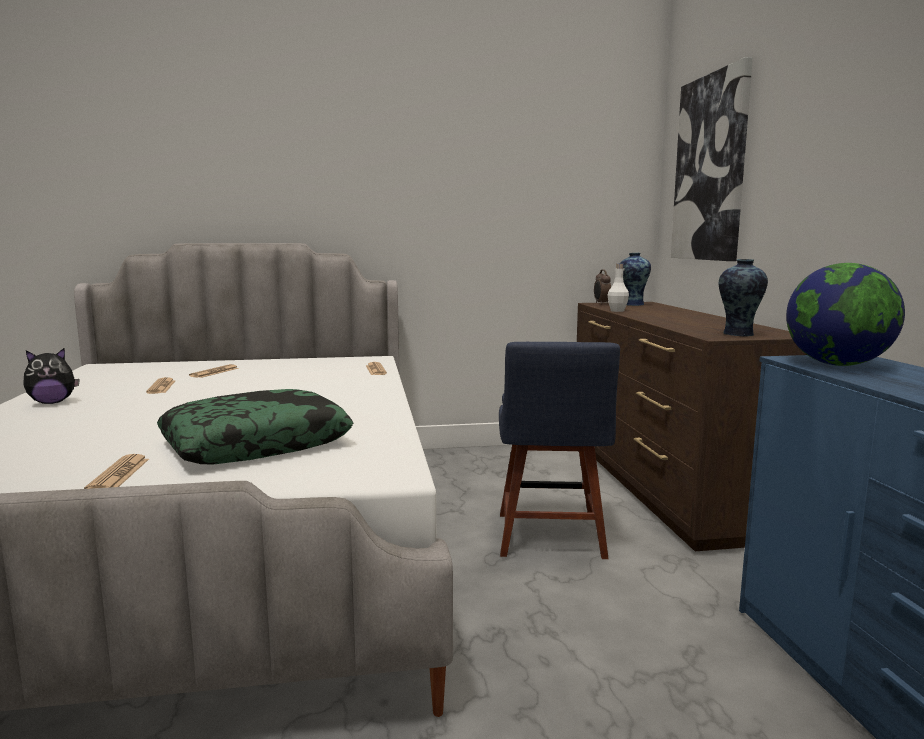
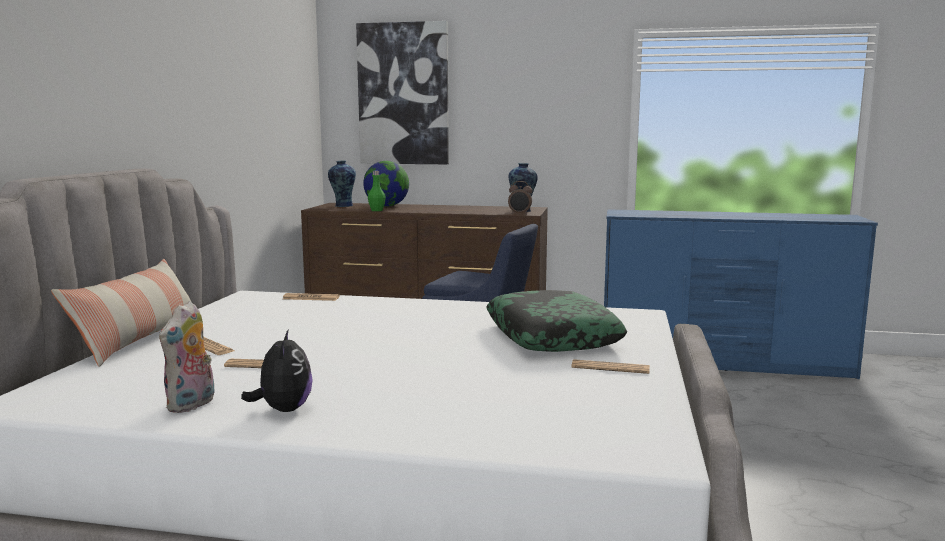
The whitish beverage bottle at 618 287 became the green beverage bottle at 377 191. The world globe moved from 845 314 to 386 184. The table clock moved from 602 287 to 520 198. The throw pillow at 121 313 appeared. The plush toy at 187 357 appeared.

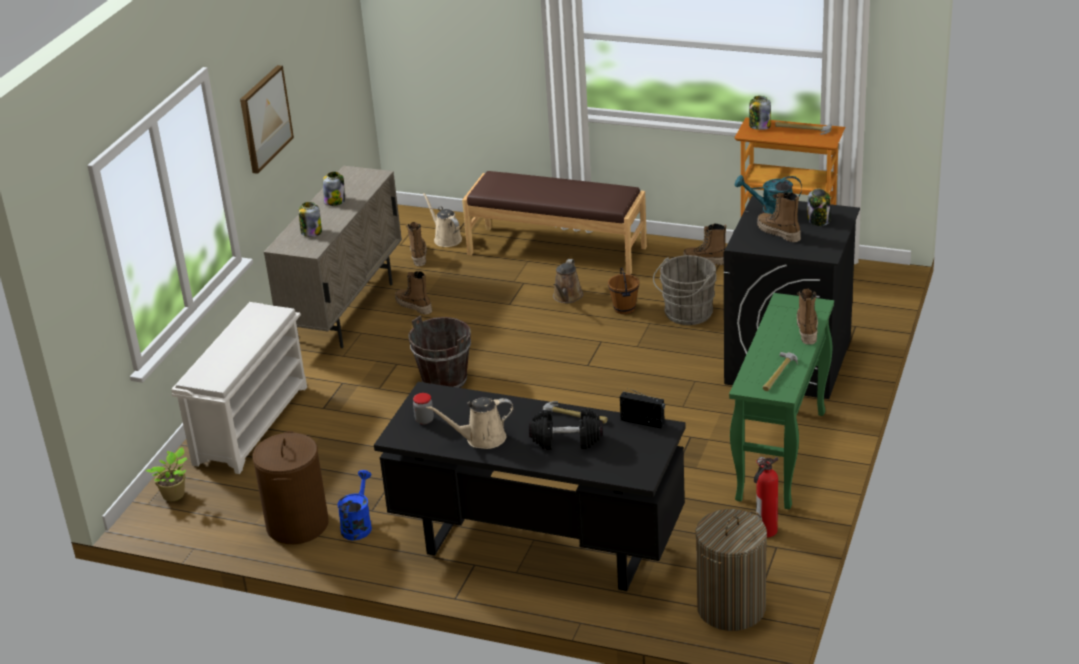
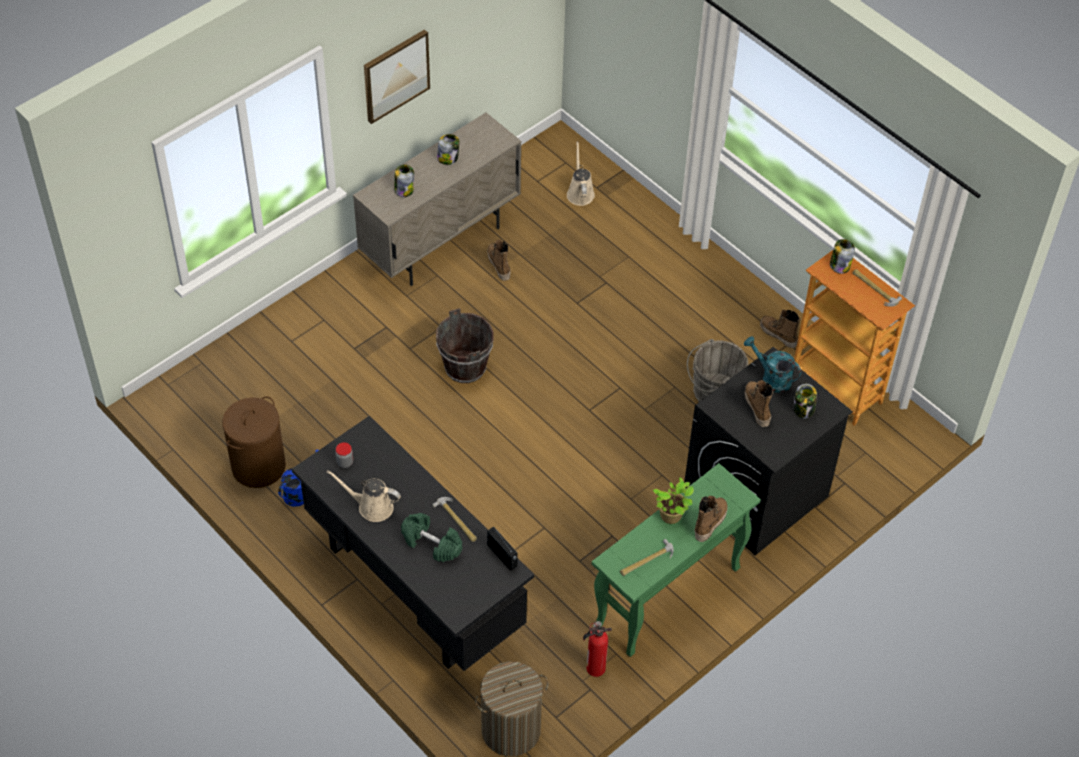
The brown long seat at 554 223 disappeared. The high-top boot at 416 244 disappeared. The brown sprinkling can at 568 281 disappeared. The brown bucket at 623 291 disappeared. The whitish shoe stand at 239 388 disappeared. The black-coloured dumbbell at 566 429 became the green dumbbell at 432 537. The houseplant moved from 166 474 to 673 500.

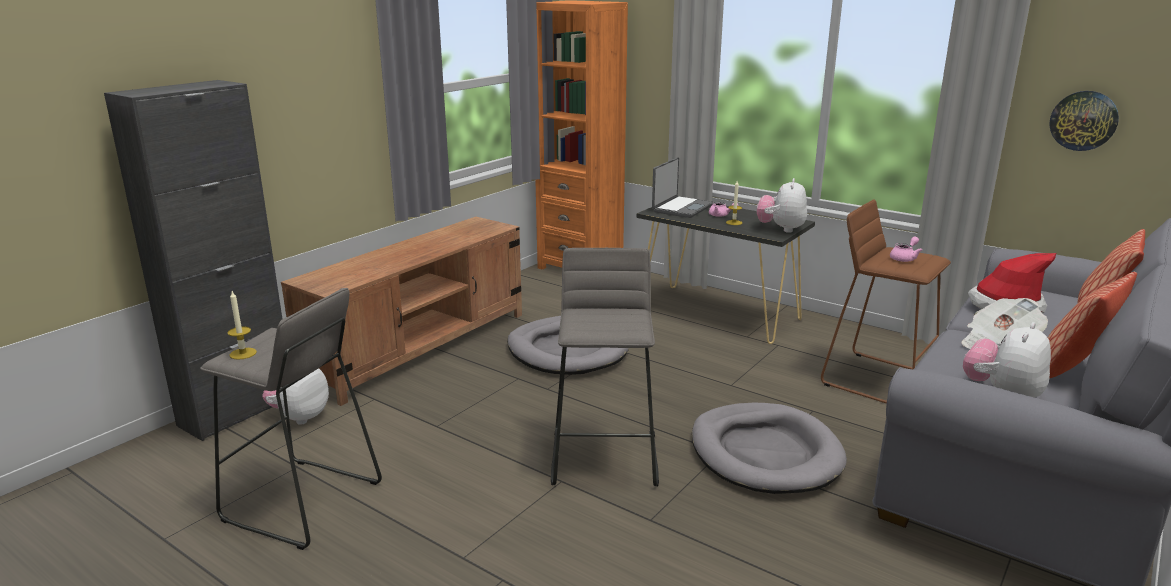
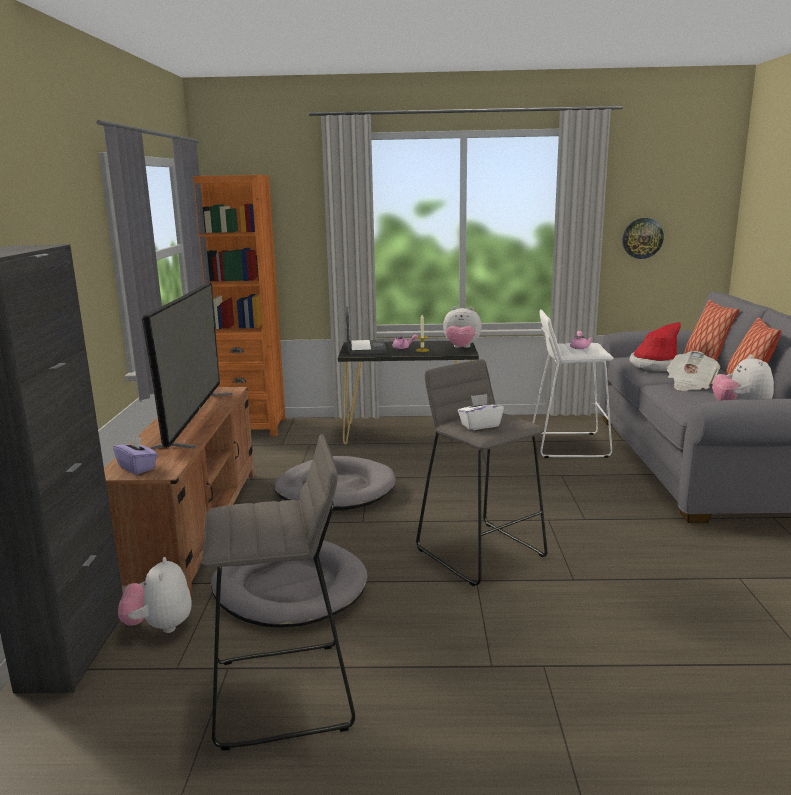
The plush toy at 782 205 turned 60 degrees counterclockwise. The brown sitting stool at 886 301 became the whitish sitting stool at 573 384. The wax candle at 242 325 disappeared. The greyish dog cushion moved from 769 448 to 289 584. The television at 187 366 appeared. The whitish tissue holder at 481 412 appeared. The purple tissue holder at 135 455 appeared.

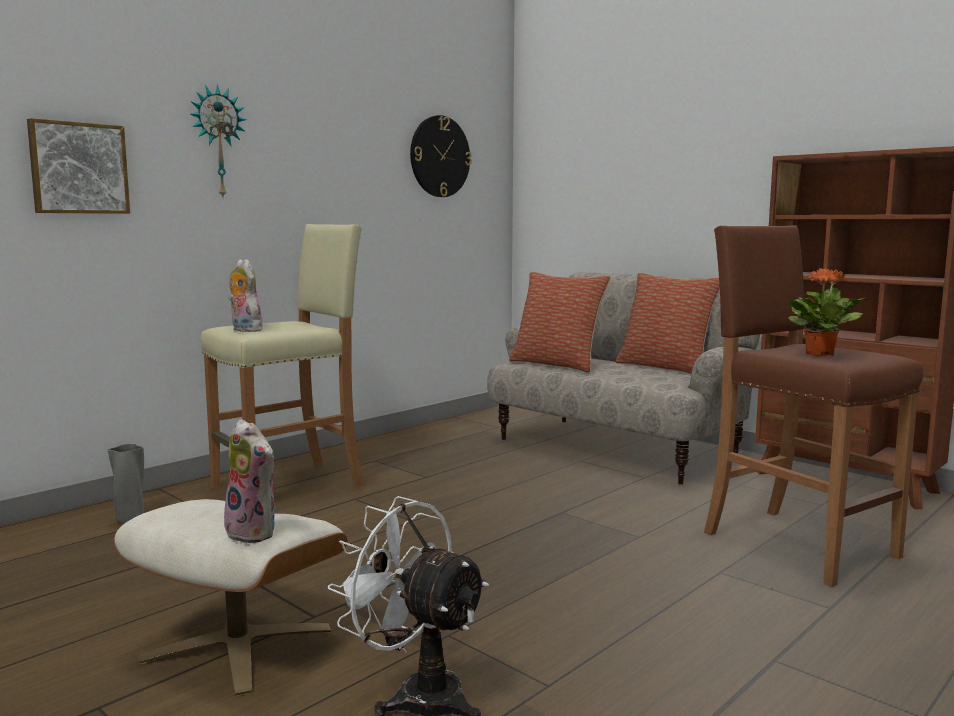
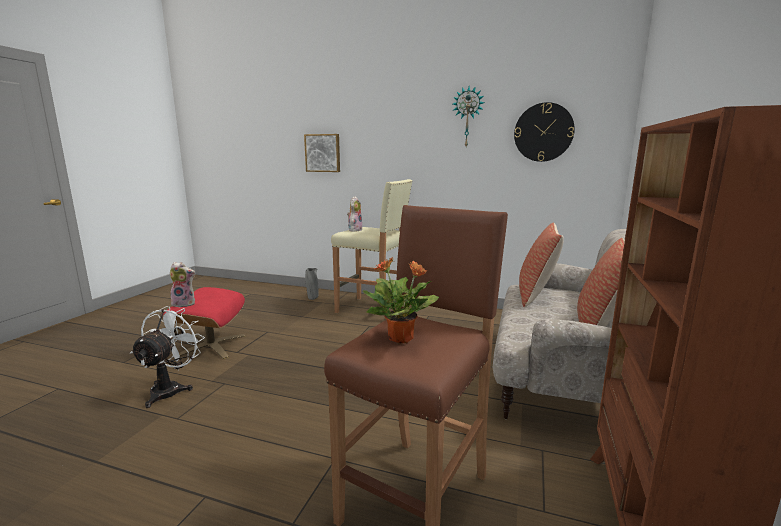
The clock on the wall moved from 218 140 to 469 116. The plush toy at 249 481 turned 105 degrees counterclockwise. The beige-coloured pouffe at 230 597 became the red pouffe at 204 323.

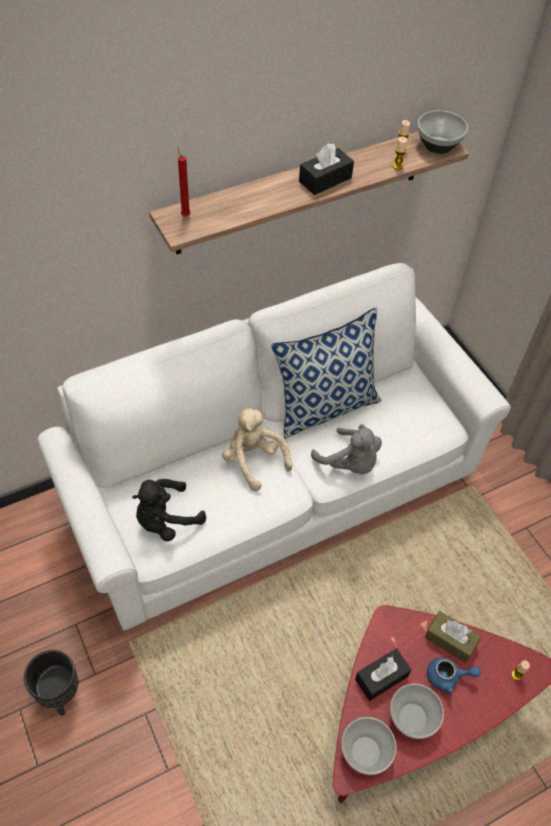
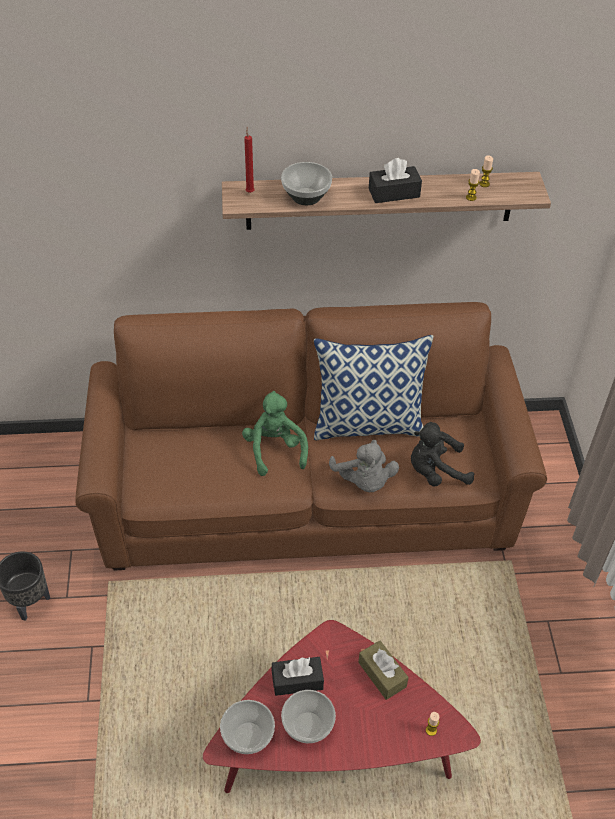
The serving bowl moved from 442 132 to 306 183. The whitish couch at 274 447 became the brown couch at 311 436. The beige-coloured plush toy at 257 449 became the green plush toy at 275 433. The black-coloured plush toy moved from 169 510 to 442 454. The blue-coloured tea pot at 454 675 disappeared.

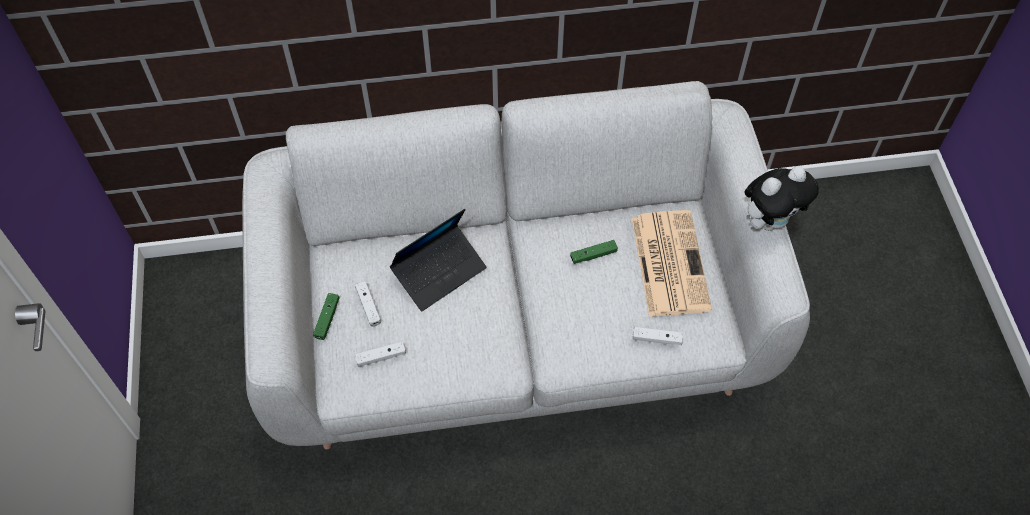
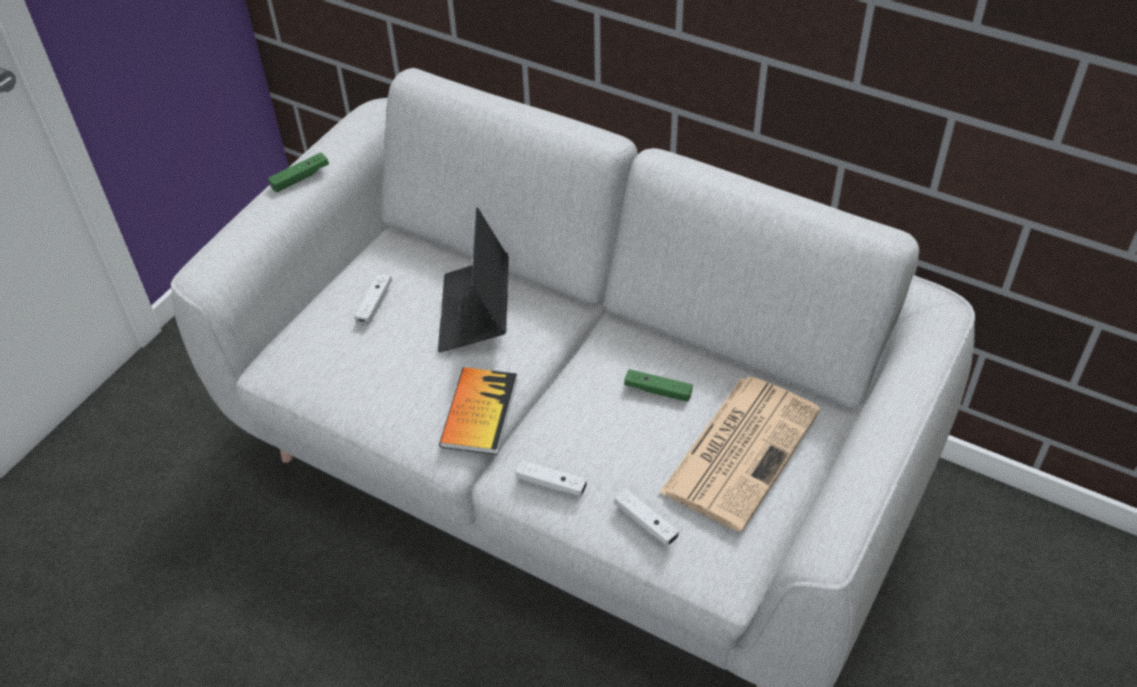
The plush toy at 781 198 disappeared. The notebook computer at 438 260 turned 90 degrees clockwise. The green joypad moved from 326 316 to 298 172. The whitish joypad moved from 380 354 to 551 478. The volume at 478 411 appeared.

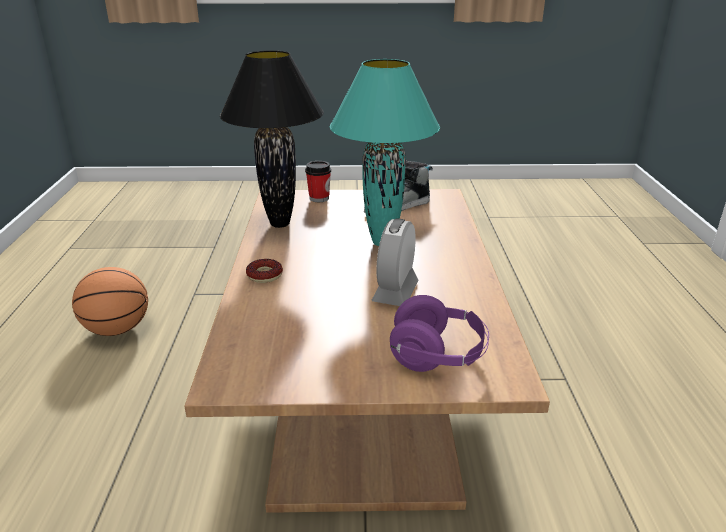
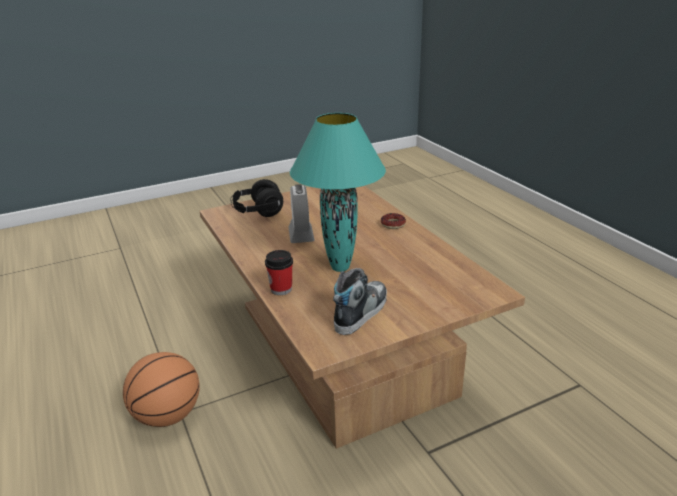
The black-coloured tabletop lamp at 272 139 disappeared. The small cup moved from 318 181 to 279 272. The basketball ball moved from 110 301 to 161 389. The purple pair of headphones at 439 333 became the black-coloured pair of headphones at 256 198.

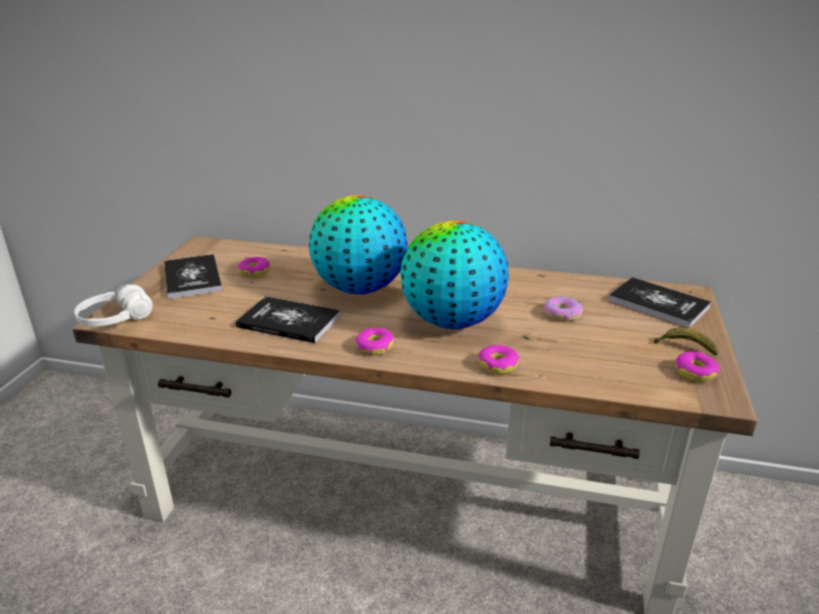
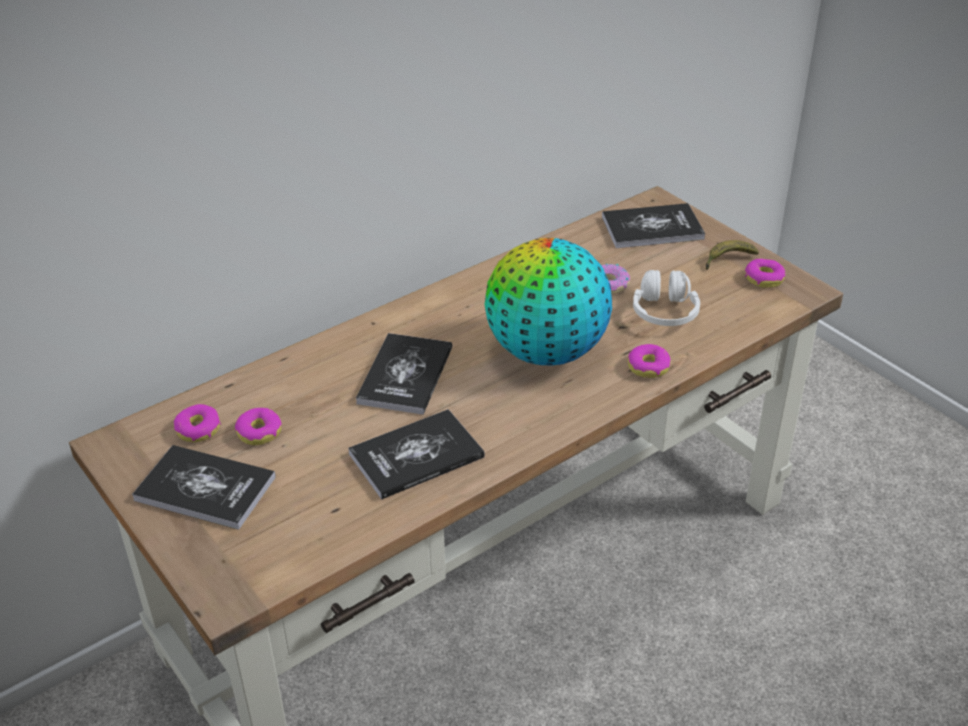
The world globe at 358 244 was replaced by the volume at 404 374. The whitish pair of headphones moved from 113 305 to 666 298. The donut moved from 374 341 to 197 423.

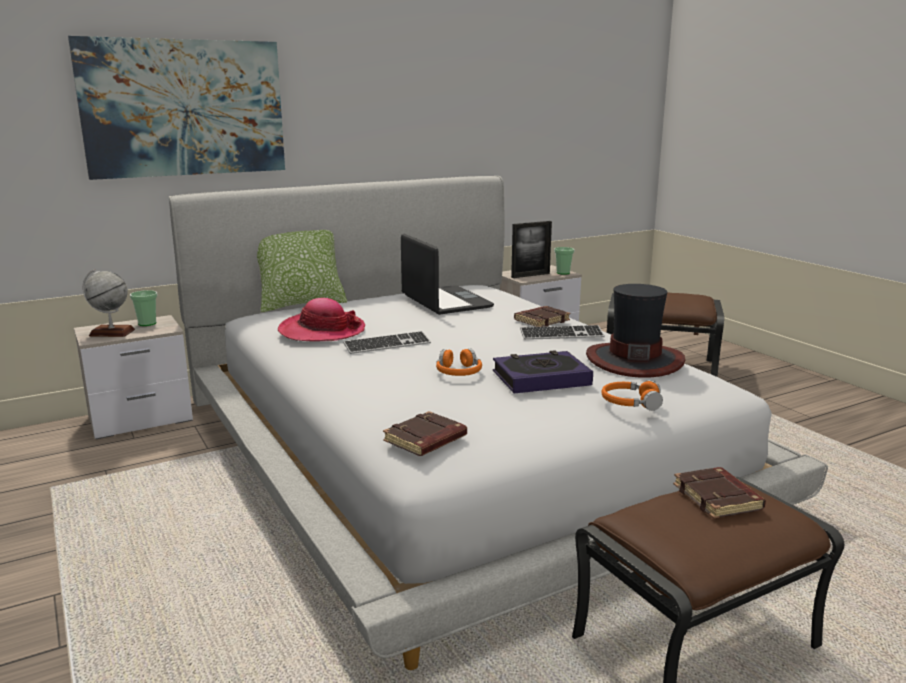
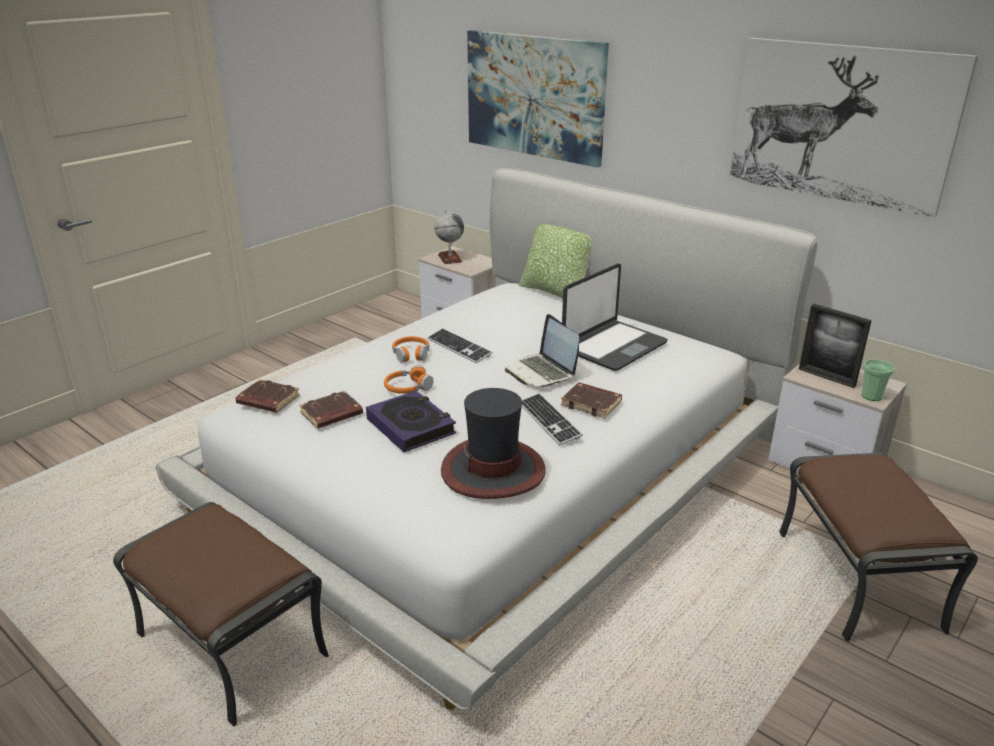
The small cup at 143 308 disappeared. The clothing hat at 321 319 disappeared. The orange-coloured pair of headphones moved from 632 395 to 410 349. The brown volume moved from 719 493 to 331 410. The wall picture at 853 128 appeared. The notebook computer at 542 350 appeared.

